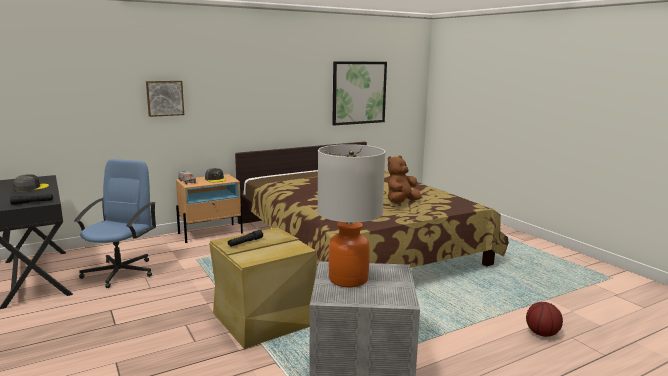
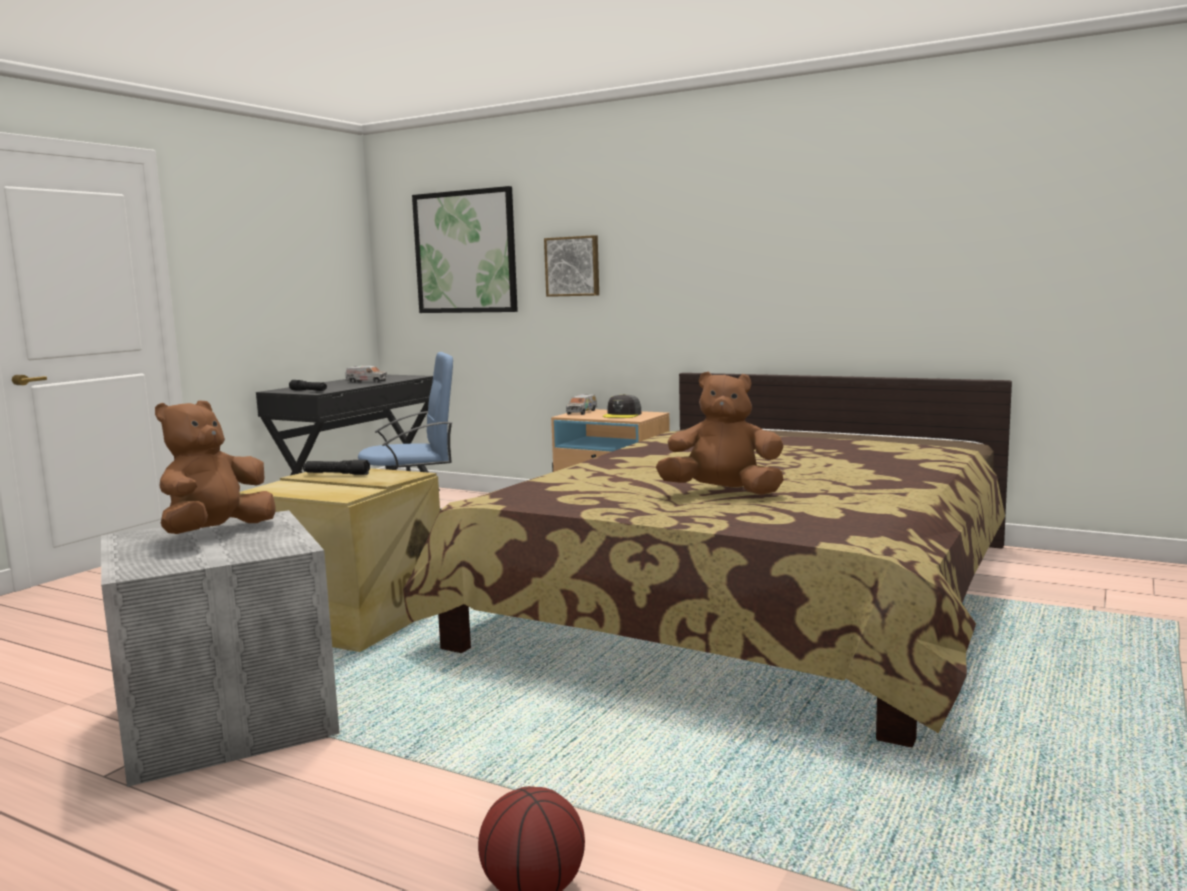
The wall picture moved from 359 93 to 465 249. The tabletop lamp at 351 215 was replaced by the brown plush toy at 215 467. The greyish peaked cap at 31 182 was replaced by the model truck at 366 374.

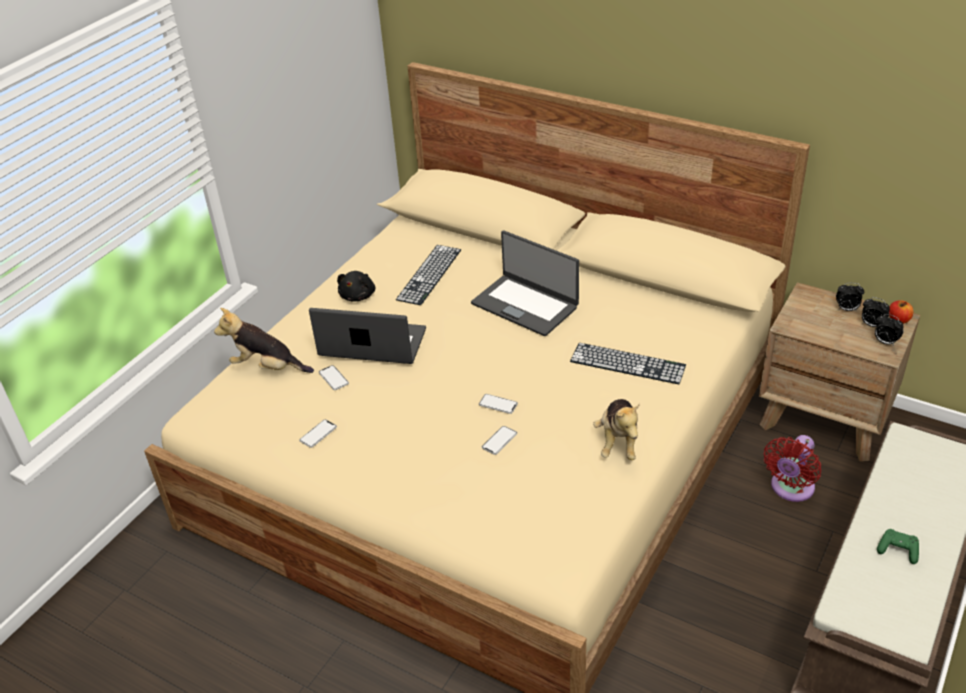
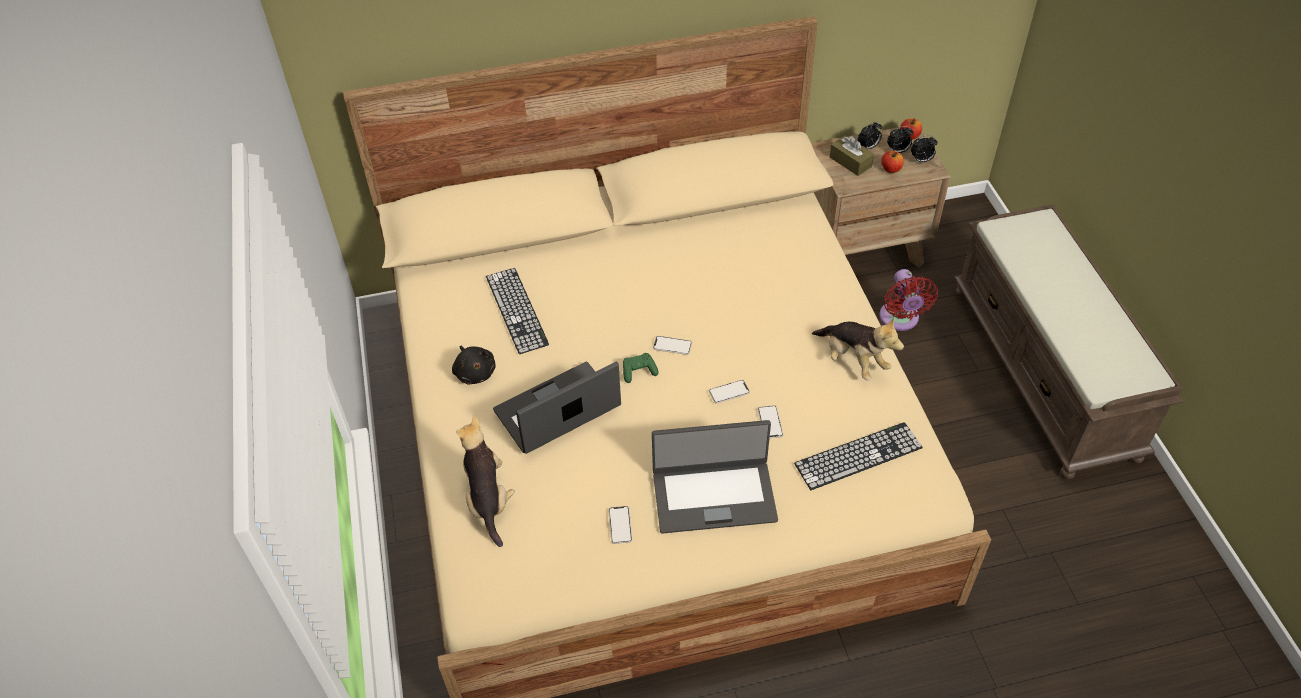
The notebook computer moved from 525 283 to 715 476. The plush toy at 264 340 turned 105 degrees clockwise. The PC keyboard moved from 628 363 to 858 456. The telephone moved from 334 377 to 672 345. The green joypad moved from 898 546 to 641 368. The brown tissue holder at 852 156 appeared. The apple fruit at 892 162 appeared.

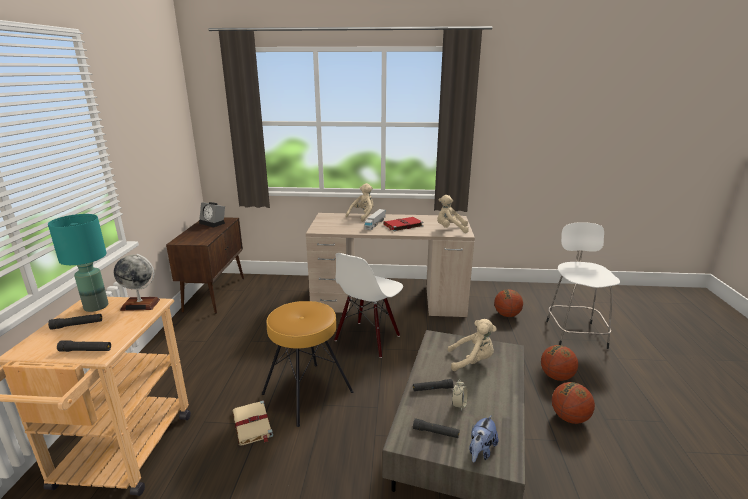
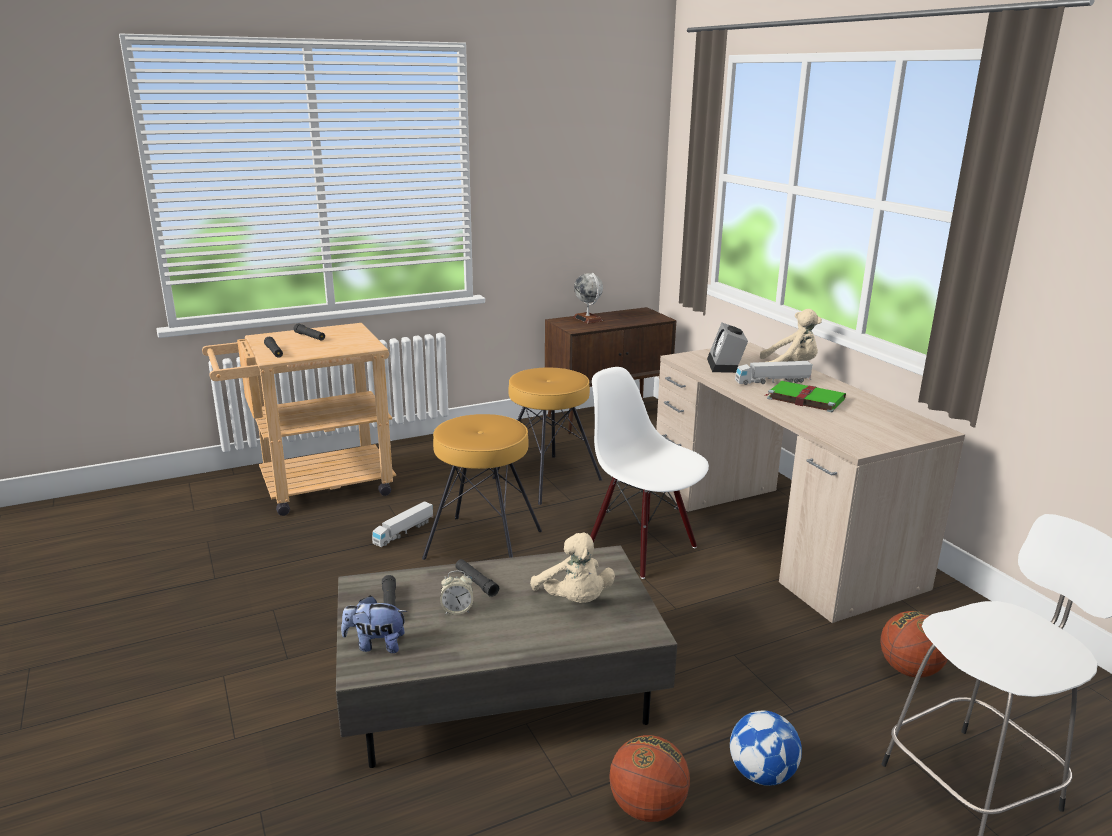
The beige-coloured plush toy at 453 214 disappeared. The table clock moved from 212 214 to 727 348. The turquoise-coloured tabletop lamp at 78 263 disappeared. The red volume at 403 224 became the green volume at 805 396. The whitish plain chair at 368 305 turned 45 degrees clockwise. The world globe moved from 137 282 to 588 298. The basketball ball at 559 363 was replaced by the football ball at 766 748. The beige-coloured volume at 253 422 was replaced by the model truck at 403 524. The brown sitting stool at 547 436 appeared.

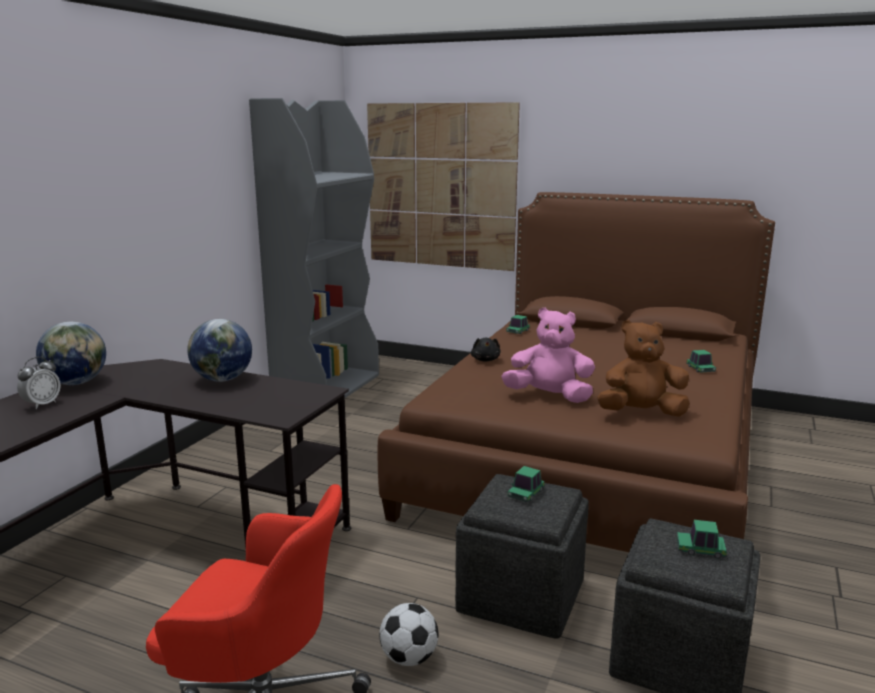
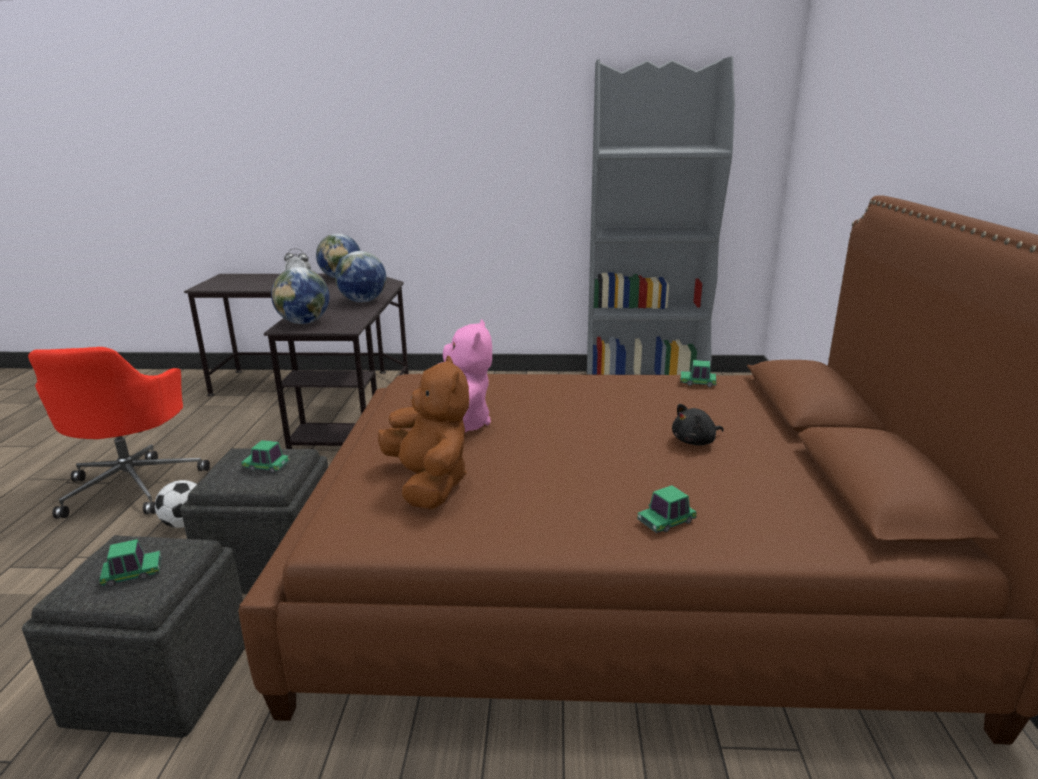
The wall picture at 443 186 disappeared. The black-coloured plush toy moved from 486 350 to 698 425. The toy car at 702 539 turned 75 degrees clockwise. The world globe at 300 295 appeared.

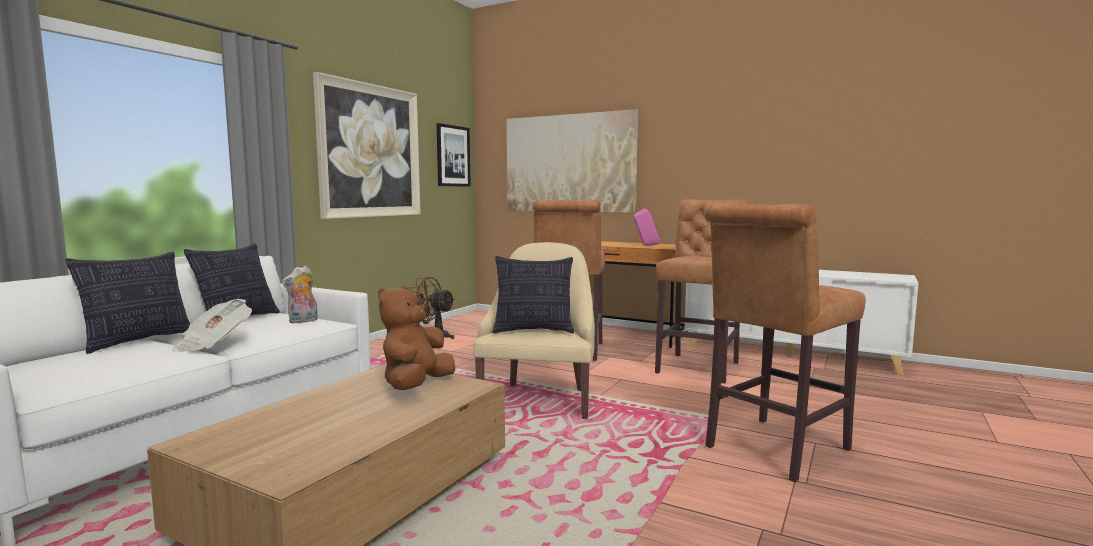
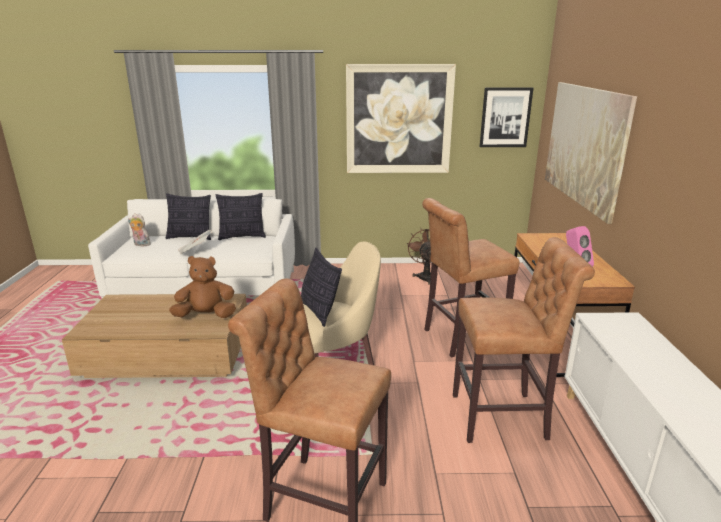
The plush toy moved from 300 294 to 139 229.

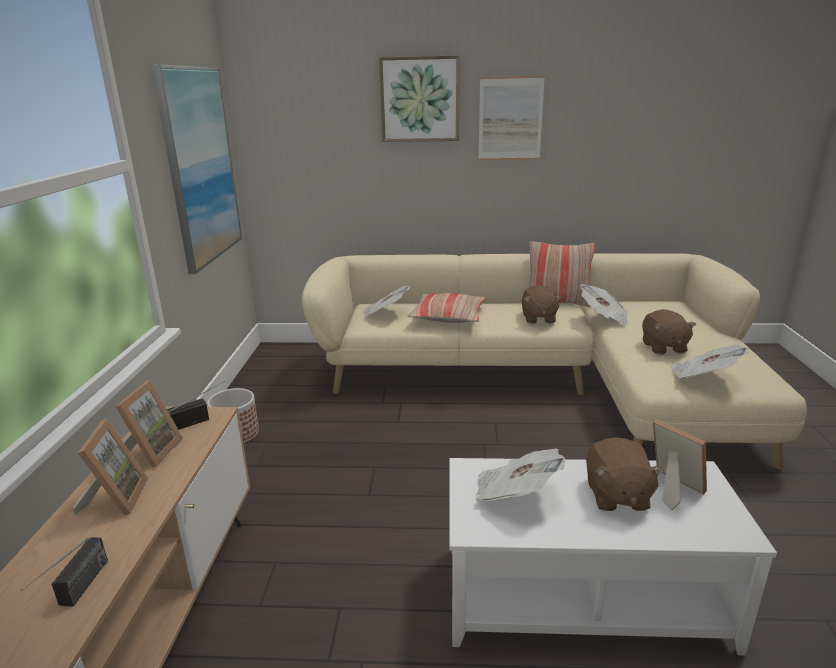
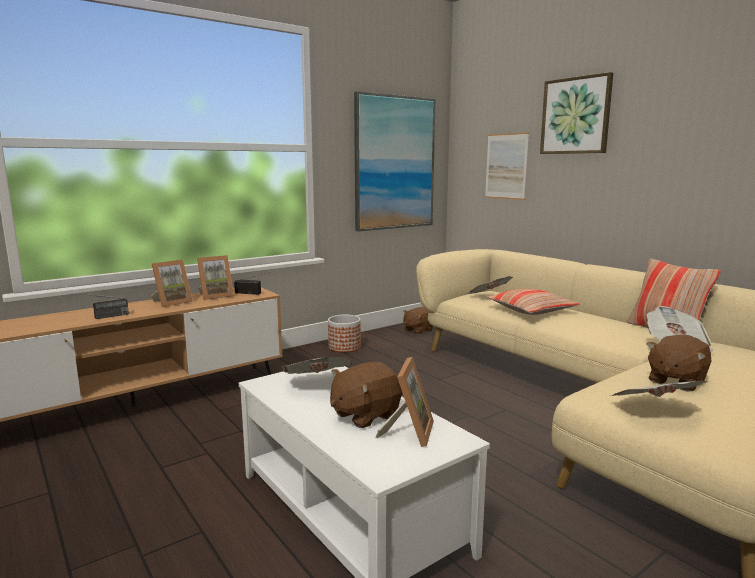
The wall picture moved from 512 118 to 507 166. The brown plush toy moved from 541 304 to 418 320.

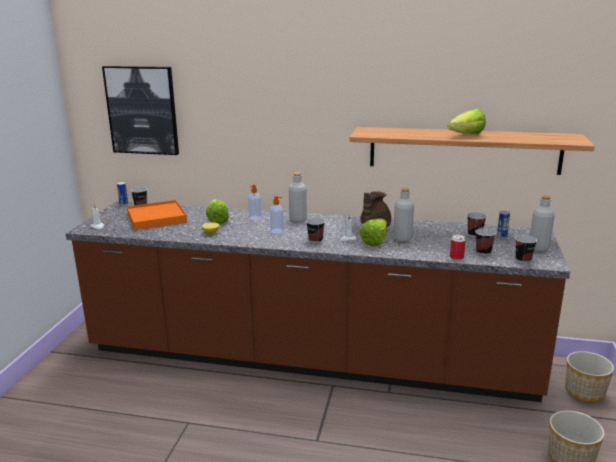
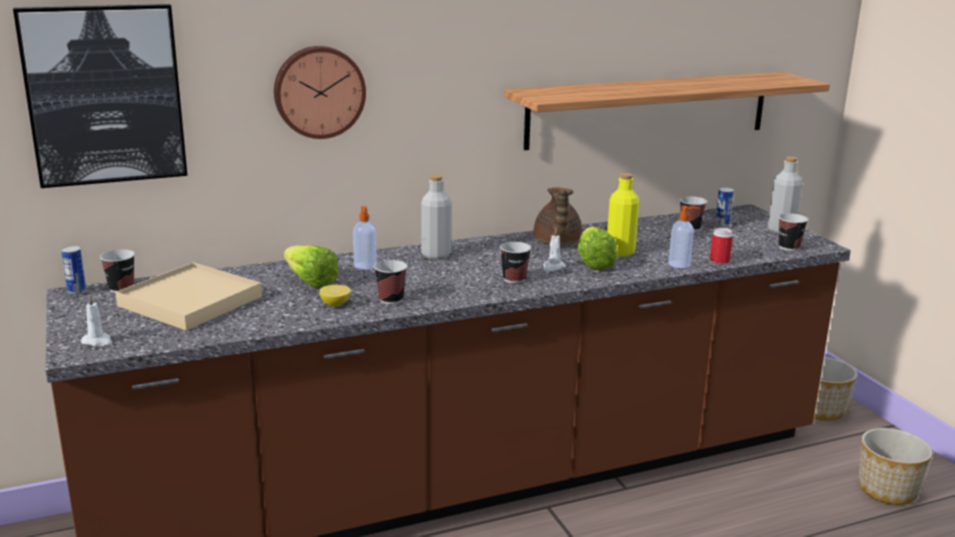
The head of lettuce at 467 122 disappeared. The greyish beverage bottle at 403 215 became the yellowish beverage bottle at 623 215. The soap dispenser moved from 277 214 to 683 237. The orange-coloured serving tray at 157 215 became the beige-coloured serving tray at 188 296. The small cup moved from 485 241 to 390 282. The clock on the wall at 320 92 appeared.

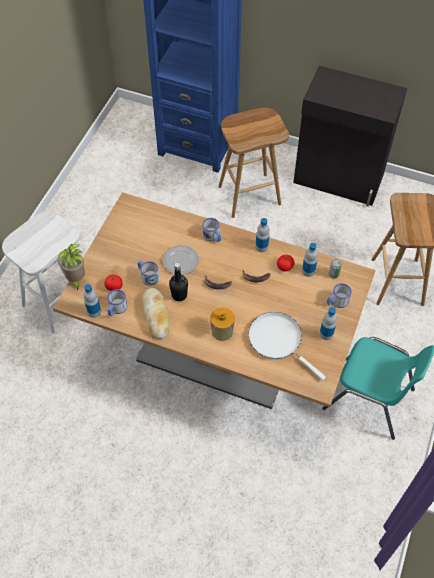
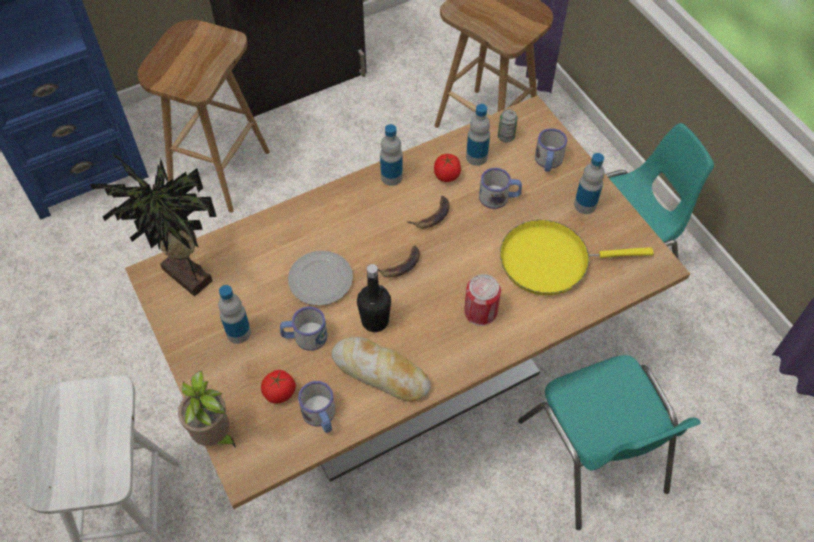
The tea mug moved from 211 230 to 500 188. The beverage bottle moved from 92 301 to 234 314. The soap dispenser at 222 324 was replaced by the sealed can at 482 300. The whitish skillet at 287 346 became the yellowish skillet at 577 257. The houseplant at 153 224 appeared. The turquoise-coloured plain chair at 609 442 appeared.

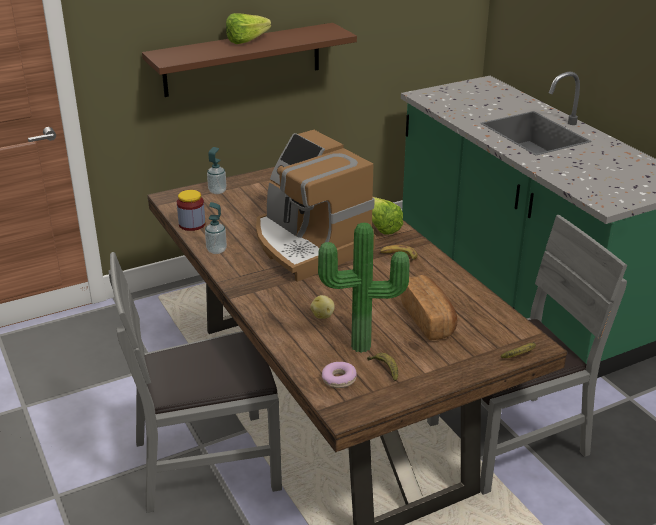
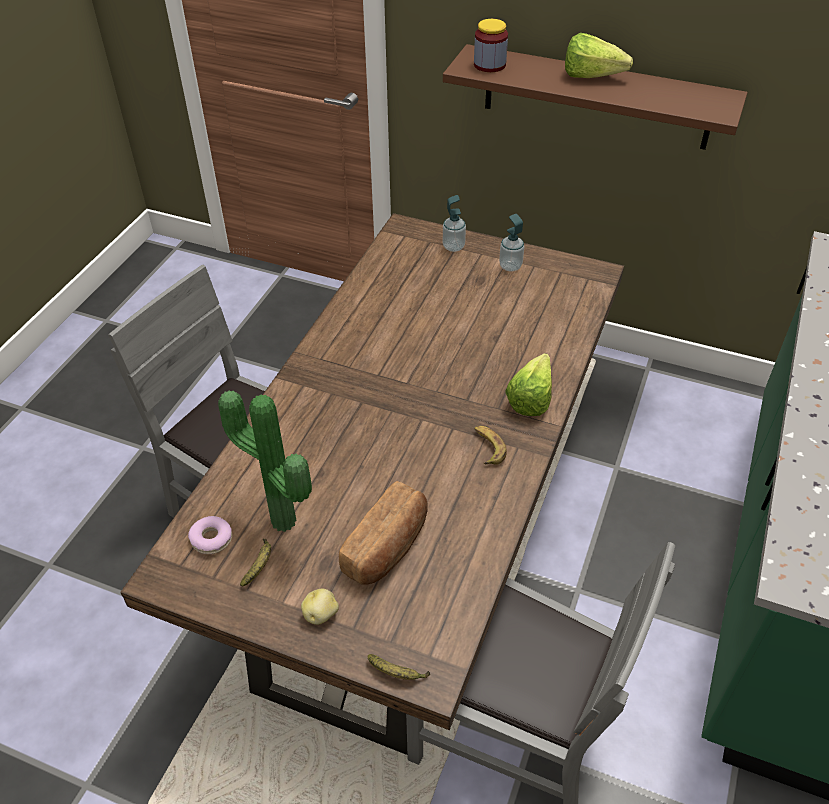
The coffee machine at 315 206 disappeared. The preserve jar moved from 191 210 to 491 45. The soap dispenser moved from 216 228 to 511 243. The whole potato moved from 322 307 to 320 607.

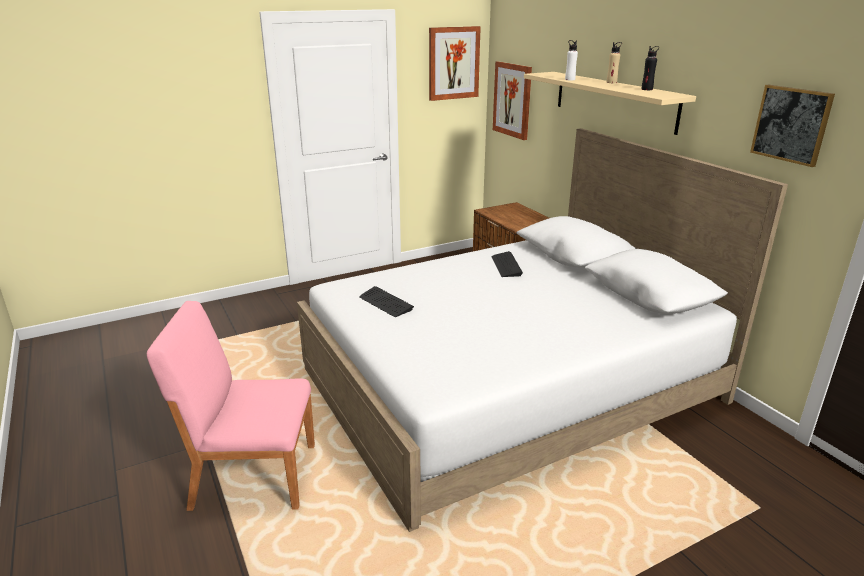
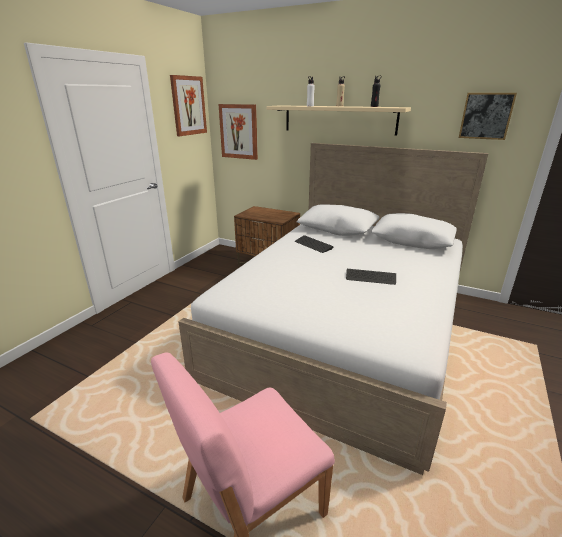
The PC keyboard moved from 386 301 to 371 277.

